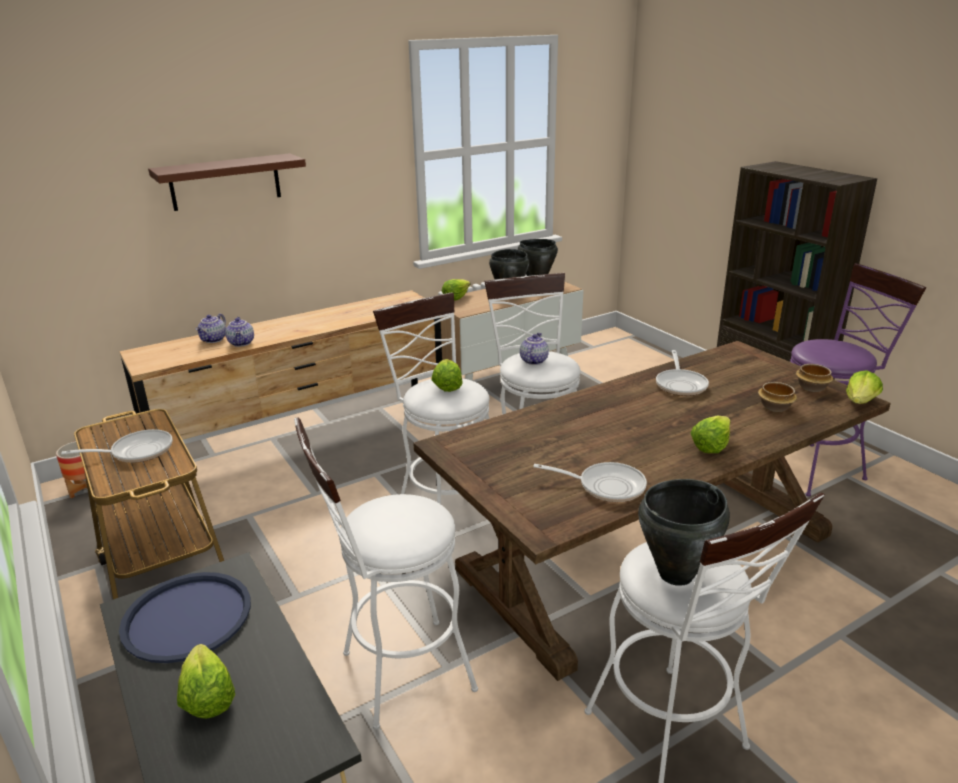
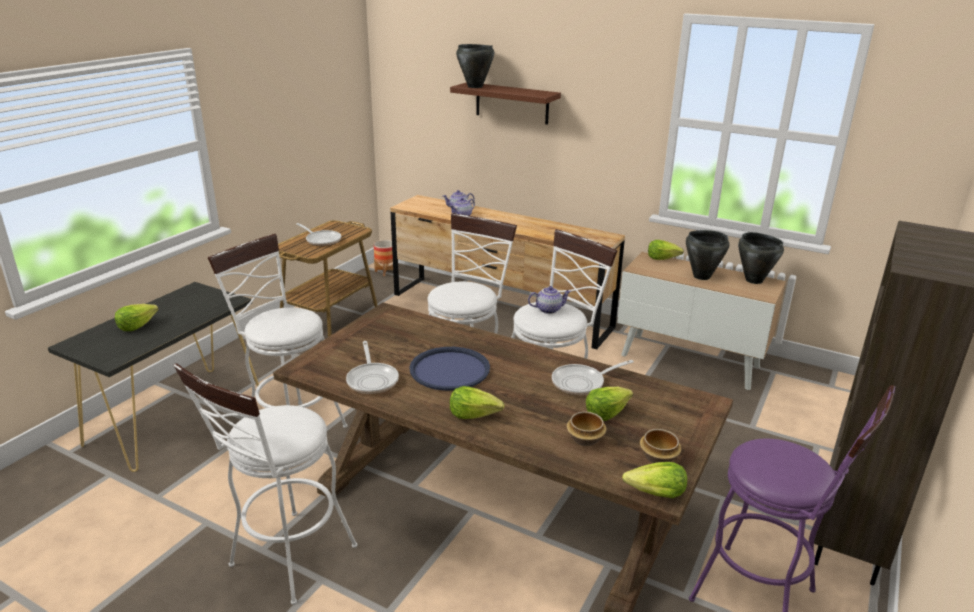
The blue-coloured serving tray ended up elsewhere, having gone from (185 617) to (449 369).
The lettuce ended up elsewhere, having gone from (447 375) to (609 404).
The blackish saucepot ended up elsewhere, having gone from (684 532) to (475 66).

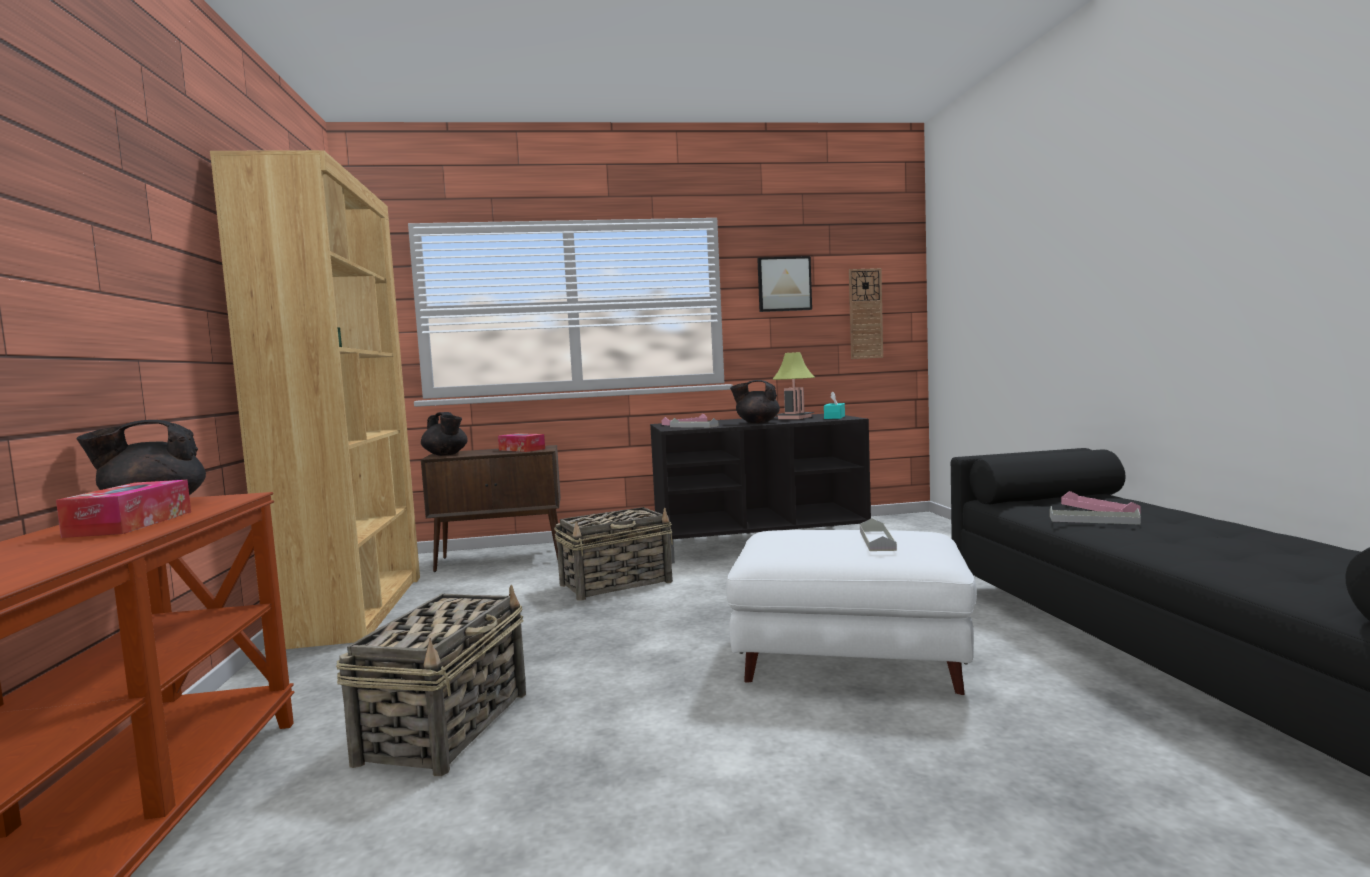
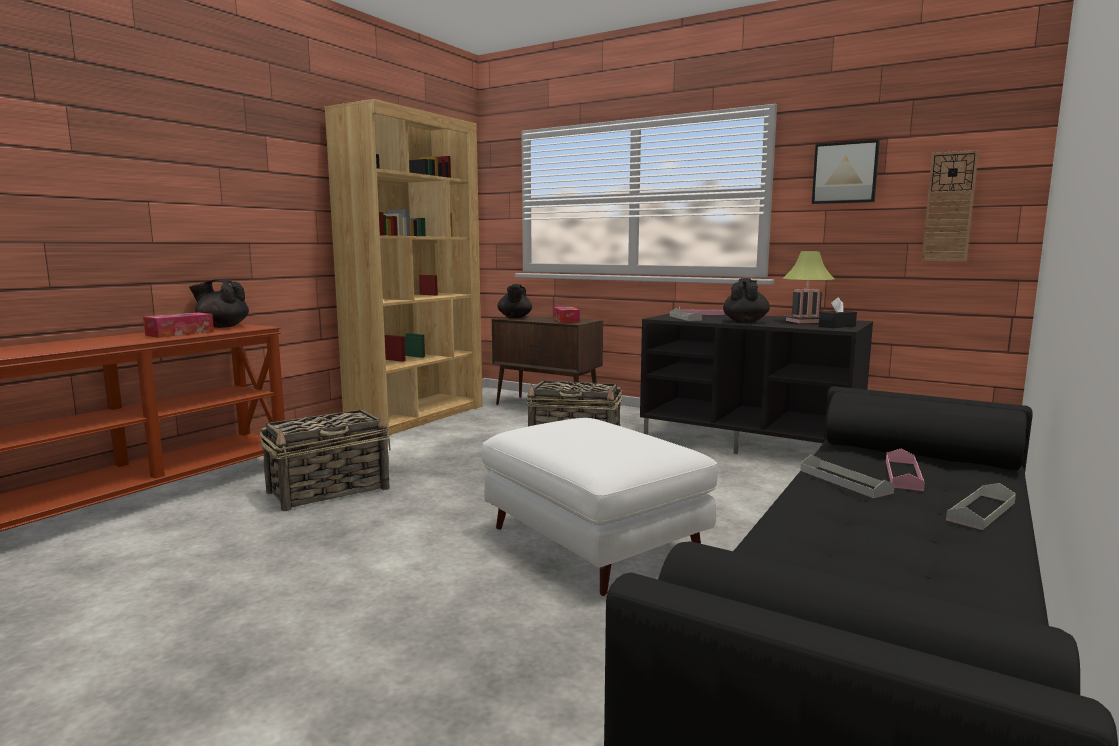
The greyish serving tray ended up elsewhere, having gone from (878 534) to (981 506).
What was the turquoise-coloured box of tissues at (834 405) turned into the blackish box of tissues at (838 312).
The blackish tea pot at (755 402) ended up facing another way, 60 degrees clockwise from before.

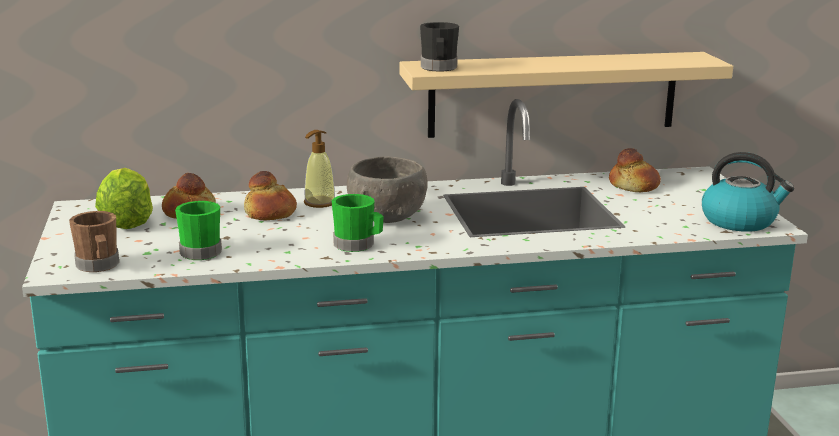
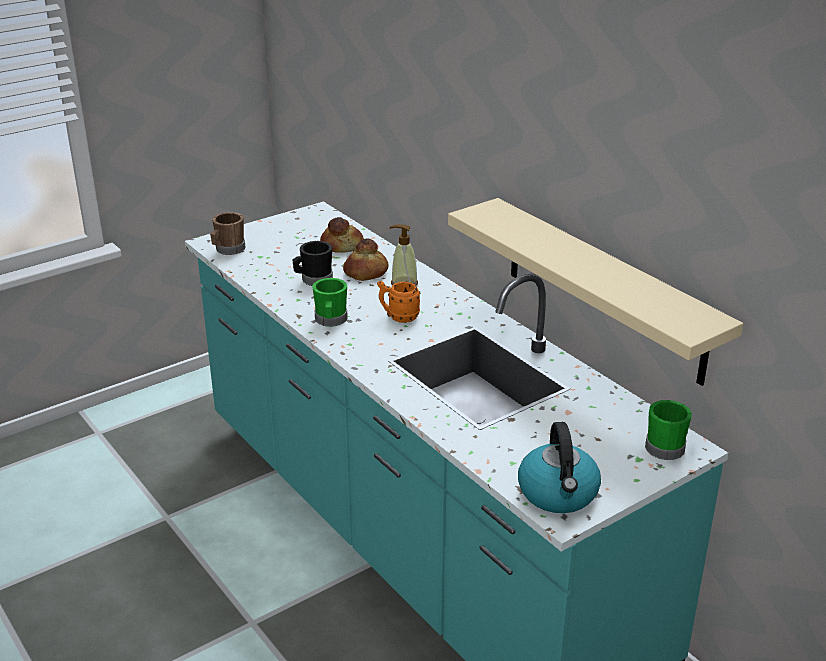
The second view lost the lettuce at (124 198).
The second view lost the bread at (635 170).
The green-coloured mug ended up elsewhere, having gone from (198 230) to (668 430).
The blackish mug ended up elsewhere, having gone from (439 47) to (312 263).
Where the greyish serving bowl stood at (387 189), the orangey mug came to stand at (399 302).

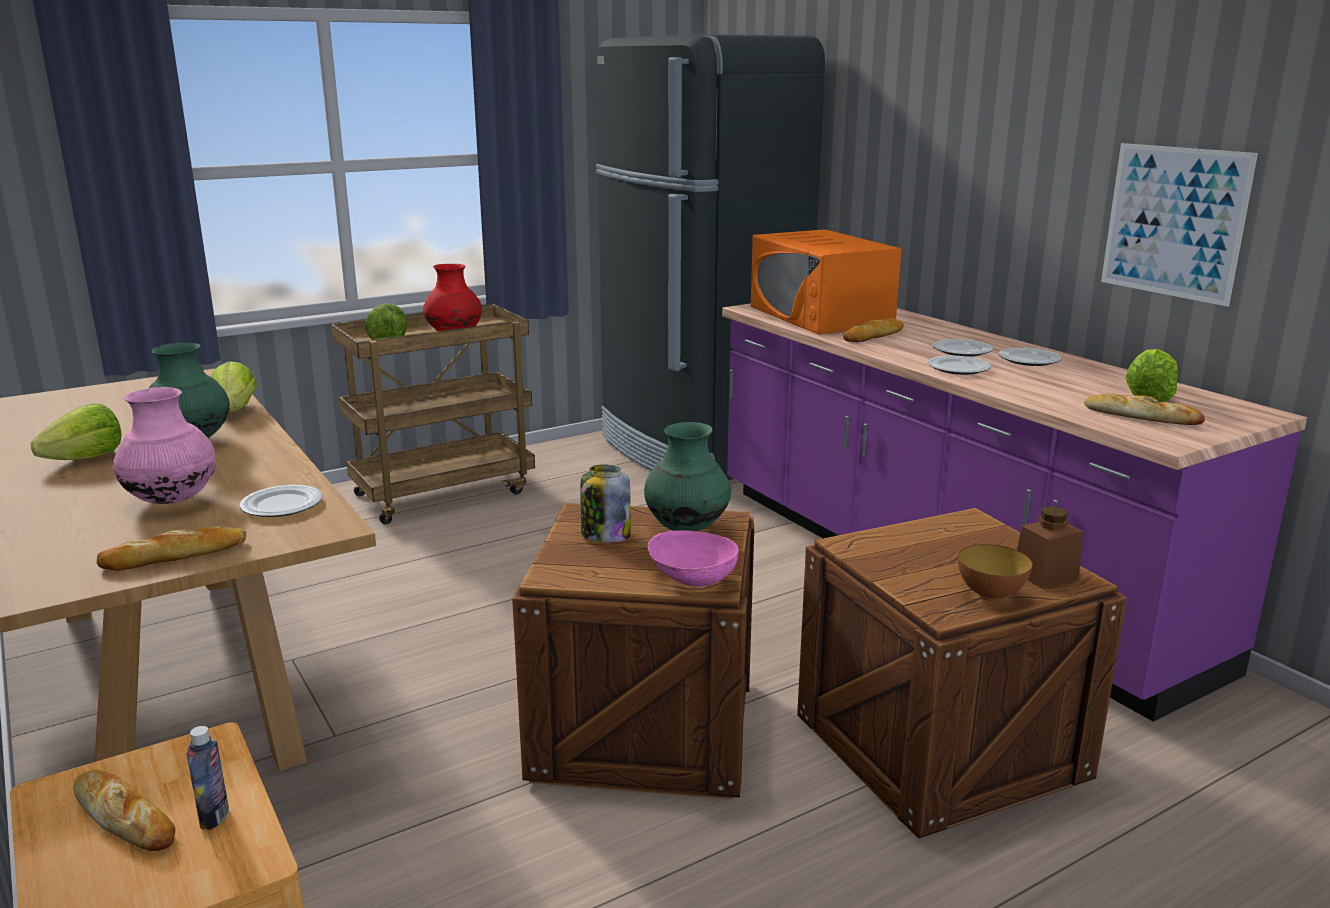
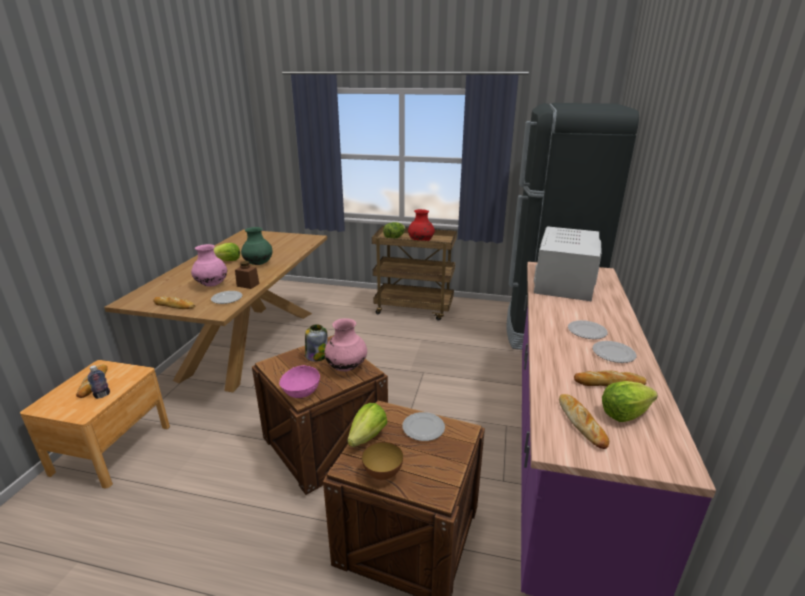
The second view lost the picture at (1179 225).
The lettuce ended up elsewhere, having gone from (234 386) to (367 425).
The bread ended up elsewhere, having gone from (873 330) to (610 378).
The flat dish ended up elsewhere, having gone from (959 365) to (424 426).
The brown storage jar ended up elsewhere, having gone from (1050 547) to (247 275).
What was the green-coloured vase at (687 476) turned into the pink-coloured vase at (346 345).
What was the orangey kitchen microwave at (826 282) turned into the whitish kitchen microwave at (568 263).

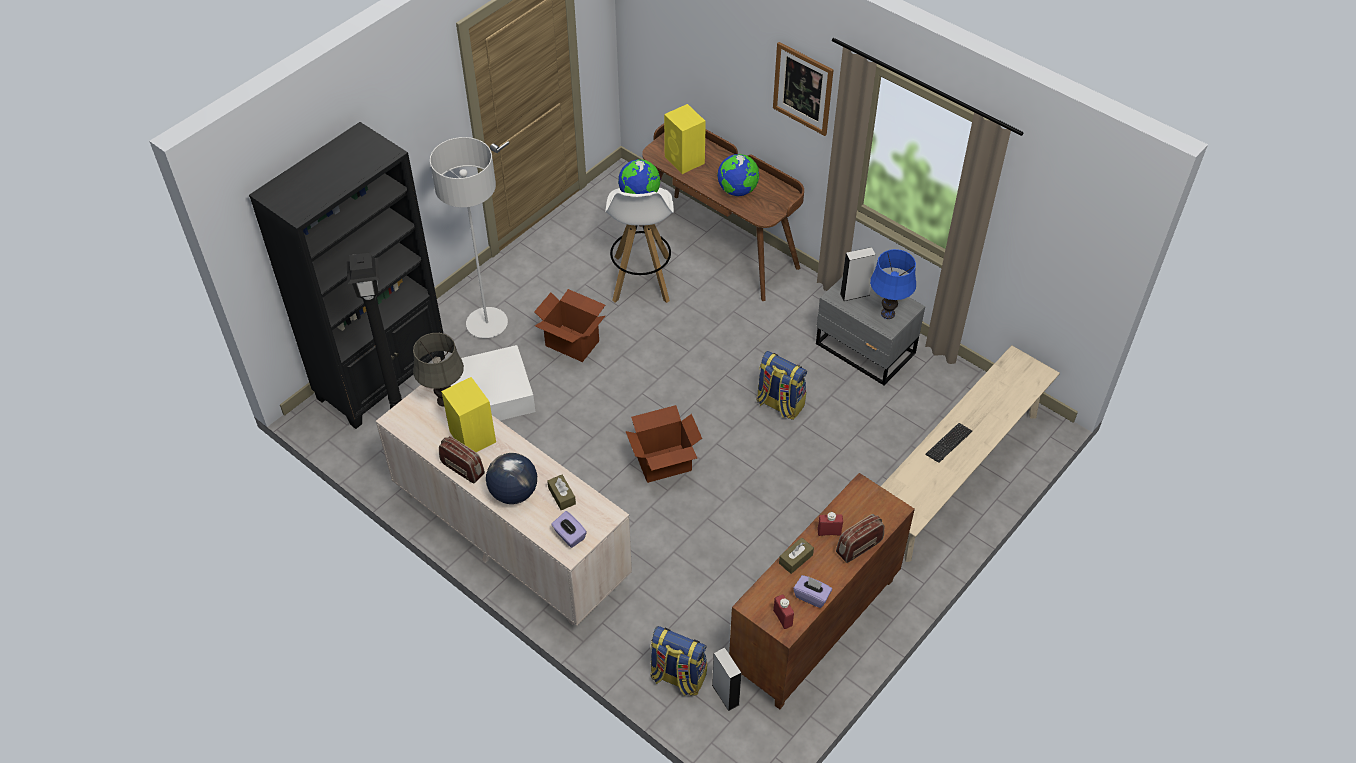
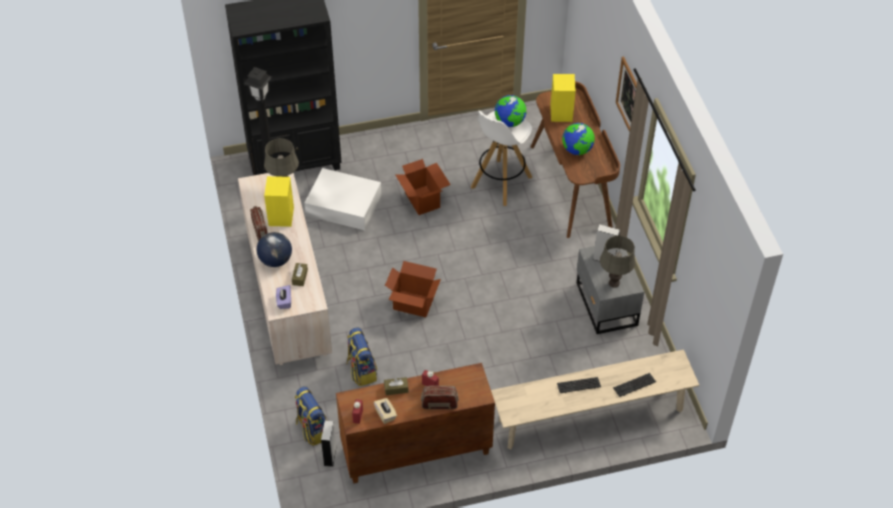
The second view lost the greyish standard lamp at (469 237).
The second view gained the computer keyboard at (634 385).
The knapsack ended up elsewhere, having gone from (781 385) to (361 356).
What was the purplish box of tissues at (812 591) turned into the sand-coloured box of tissues at (385 411).
What was the blue-coloured lamp for a table at (893 284) turned into the greyish lamp for a table at (618 261).

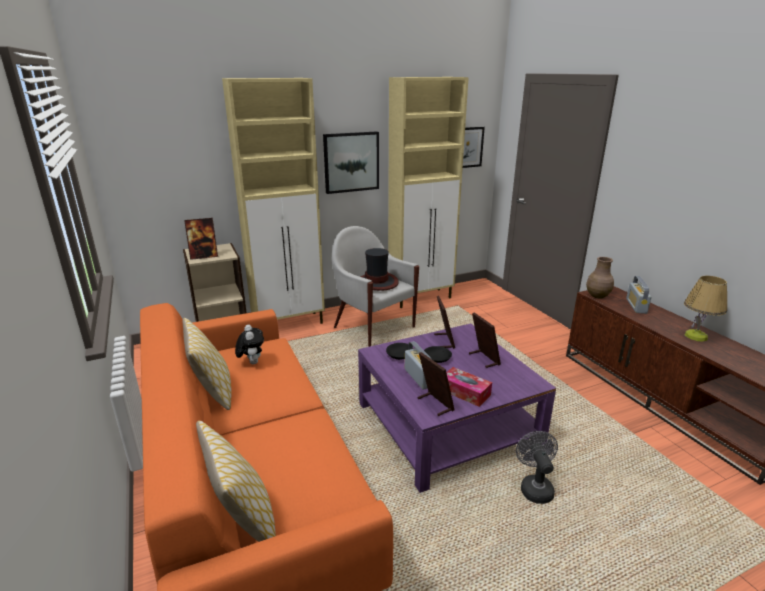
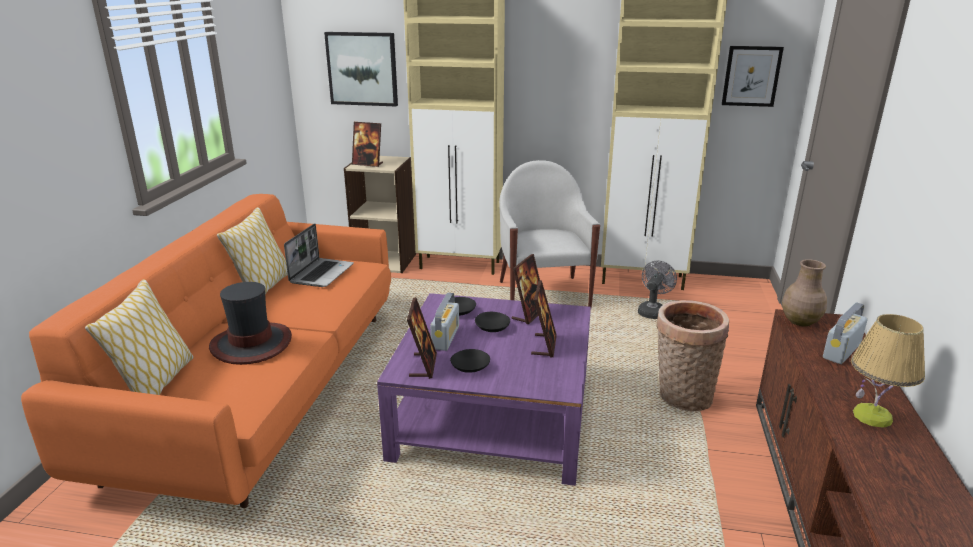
The second view gained the basket at (692 355).
The picture ended up elsewhere, having gone from (351 162) to (361 69).
The hat ended up elsewhere, having gone from (379 269) to (250 323).
The greyish fan ended up elsewhere, having gone from (537 467) to (657 290).
Where the plush toy stood at (249 344), the portable computer came to stand at (319 255).
Where the box of tissues stood at (469 387), the blackish serving bowl came to stand at (470 360).

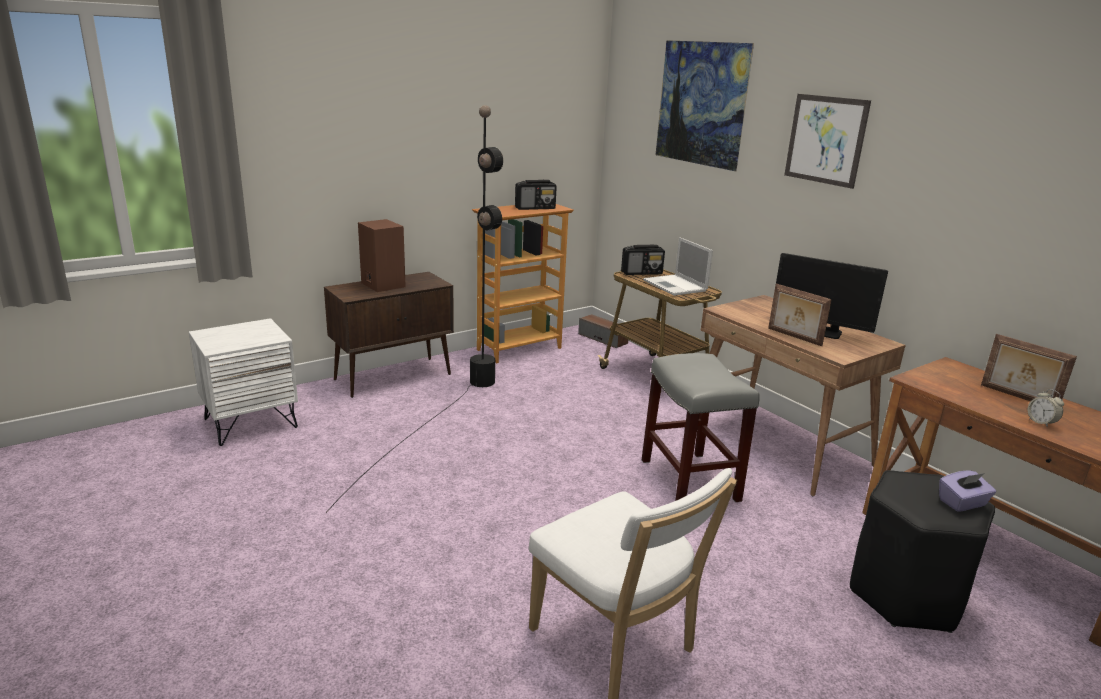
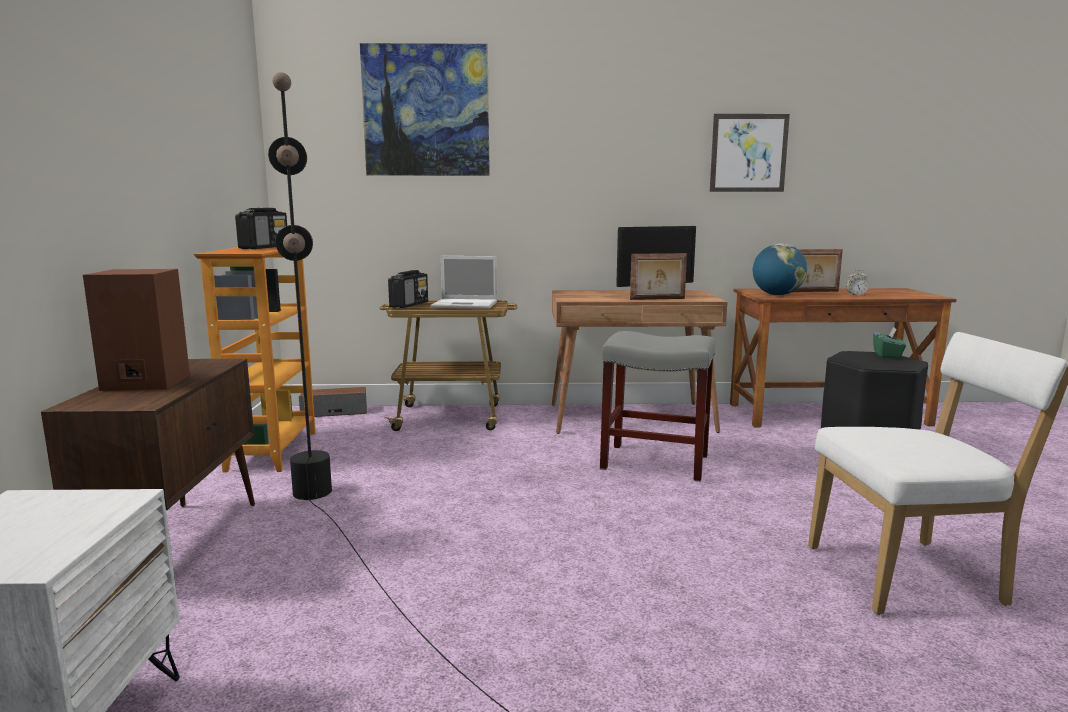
The second view gained the globe at (780 269).
The picture ended up elsewhere, having gone from (827 141) to (750 153).
What was the purplish box of tissues at (967 491) turned into the green-coloured box of tissues at (889 342).

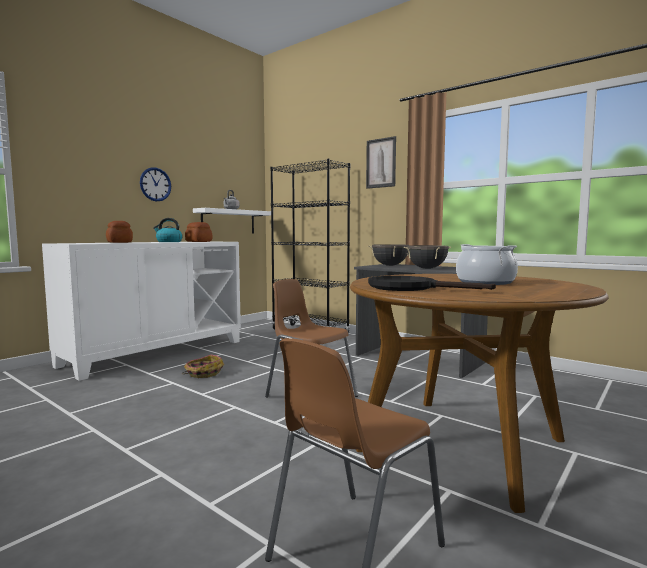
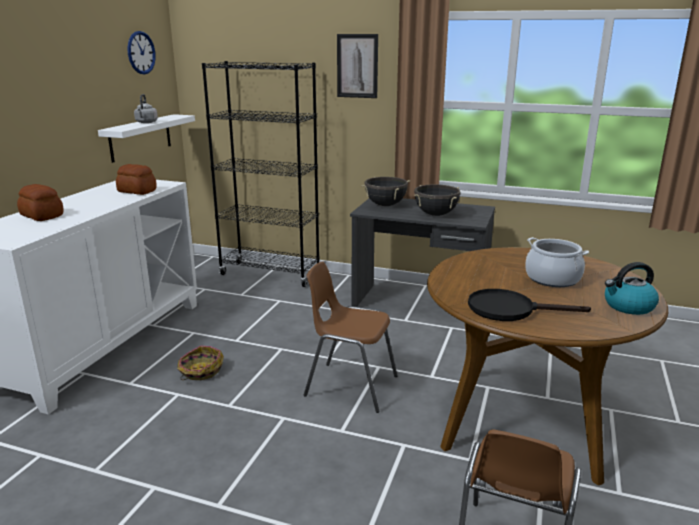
The clock on the wall ended up elsewhere, having gone from (155 184) to (142 52).
The water kettle ended up elsewhere, having gone from (168 230) to (632 288).

